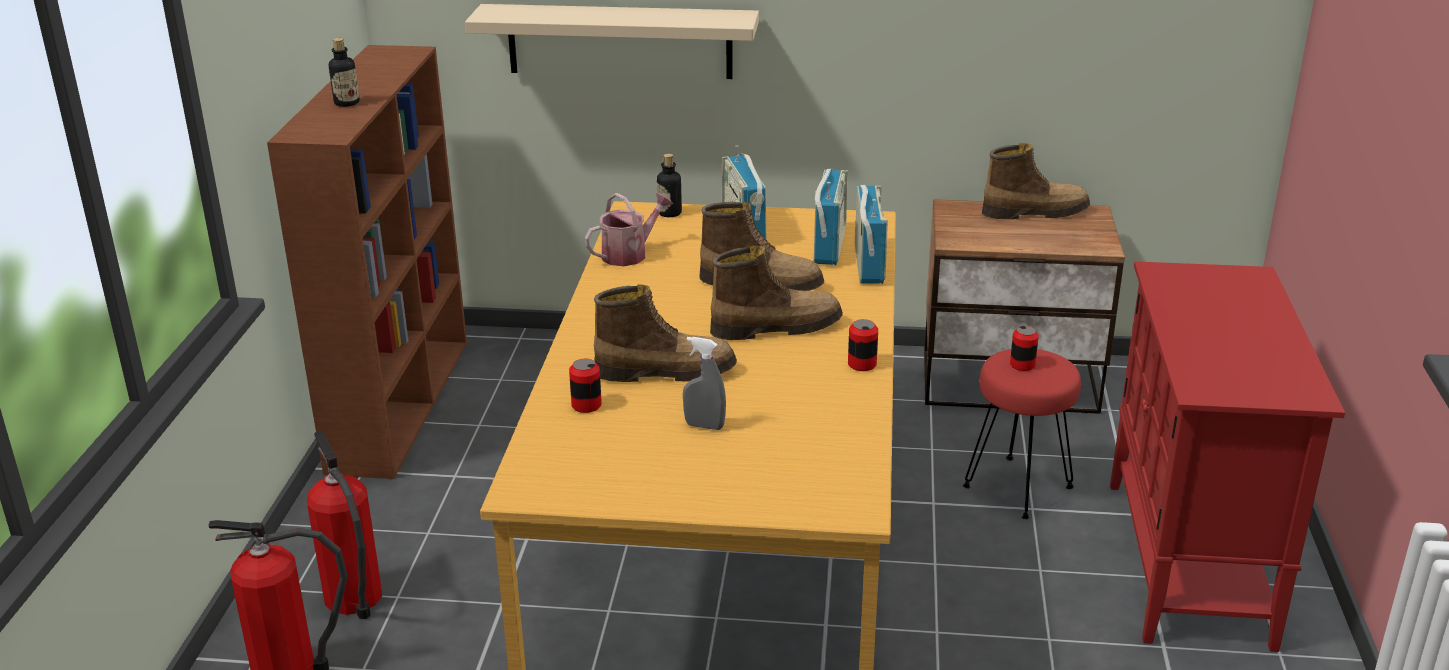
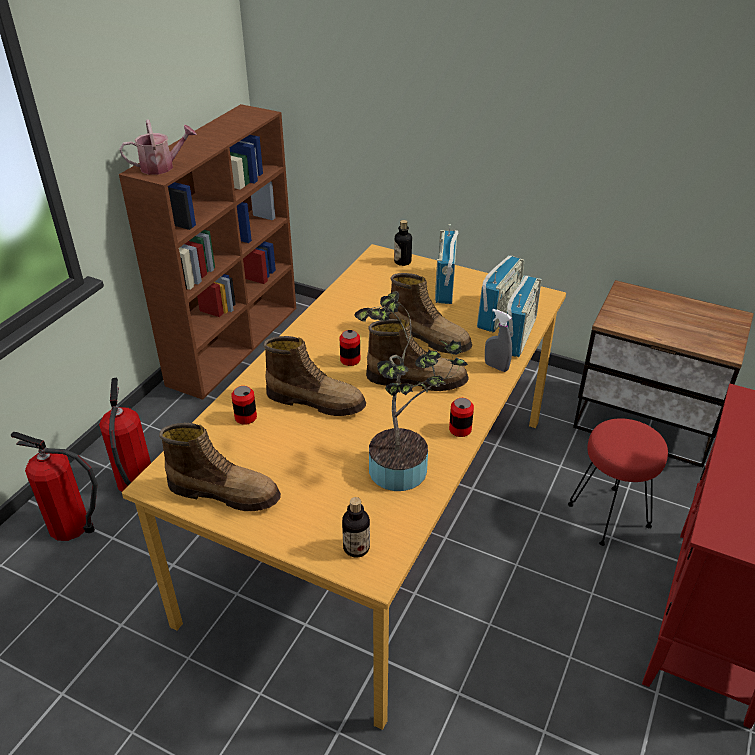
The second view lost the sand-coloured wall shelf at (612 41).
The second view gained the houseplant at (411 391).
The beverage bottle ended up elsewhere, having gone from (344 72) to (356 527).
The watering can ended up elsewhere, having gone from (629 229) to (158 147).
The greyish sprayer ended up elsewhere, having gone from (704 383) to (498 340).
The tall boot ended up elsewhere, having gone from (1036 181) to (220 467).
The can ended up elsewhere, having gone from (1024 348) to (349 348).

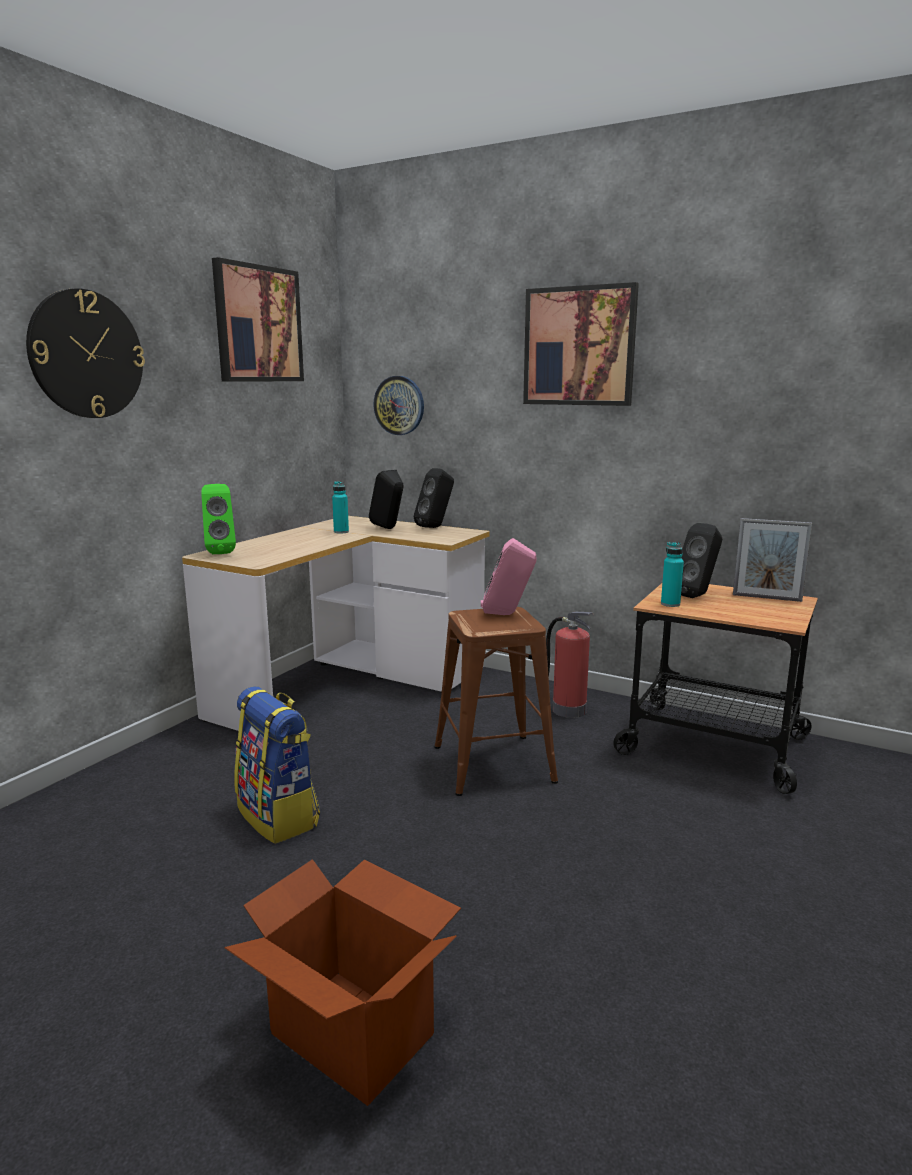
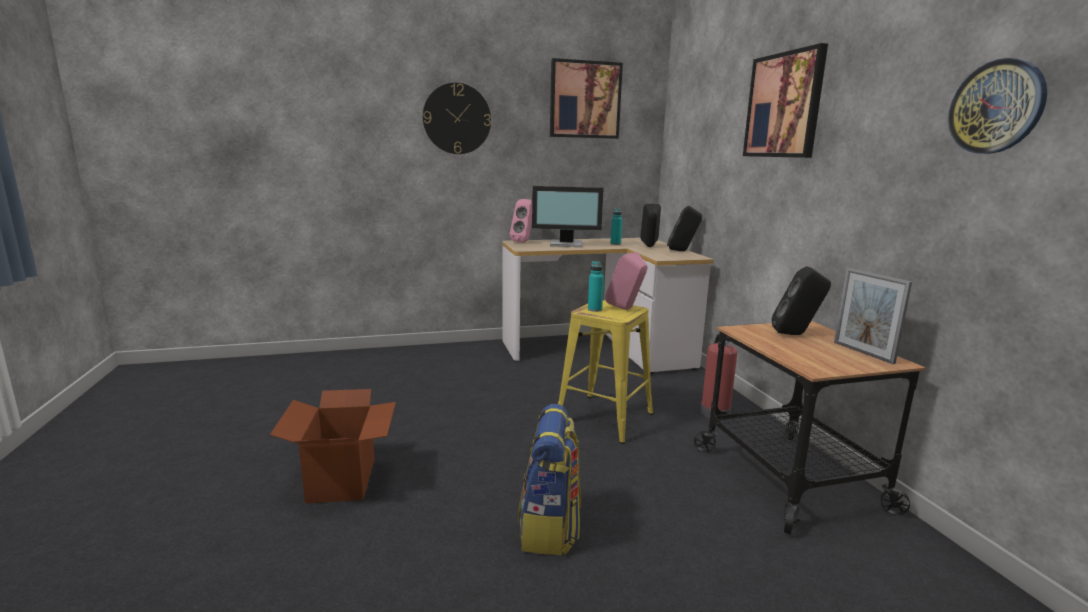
The second view gained the computer screen at (568 216).
The knapsack ended up elsewhere, having gone from (277 765) to (549 479).
The clock on the wall ended up elsewhere, having gone from (398 405) to (997 106).
The turquoise-coloured beverage bottle ended up elsewhere, having gone from (672 574) to (596 286).
What was the green-coloured loudspeaker at (218 519) turned into the pink-coloured loudspeaker at (521 221).
What was the brown stool at (496 701) turned into the yellowish stool at (605 372).

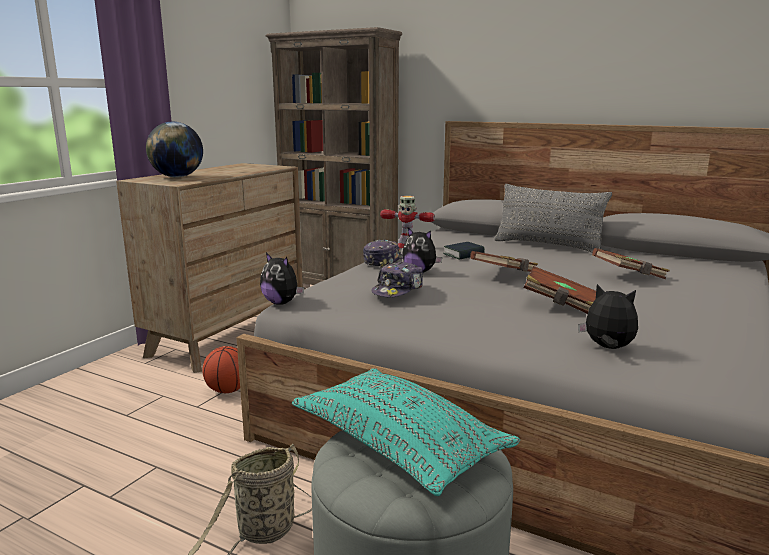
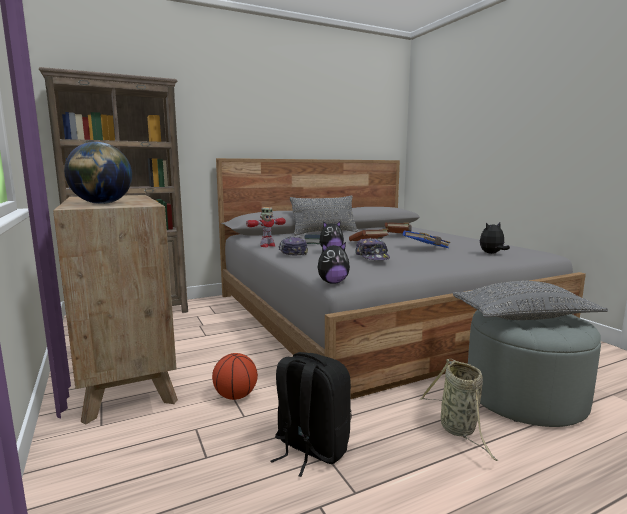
The second view gained the blackish knapsack at (311 414).
What was the turquoise-coloured cushion at (406 432) turned into the greyish cushion at (530 300).
What was the brown book at (560 290) turned into the blue-coloured book at (426 239).

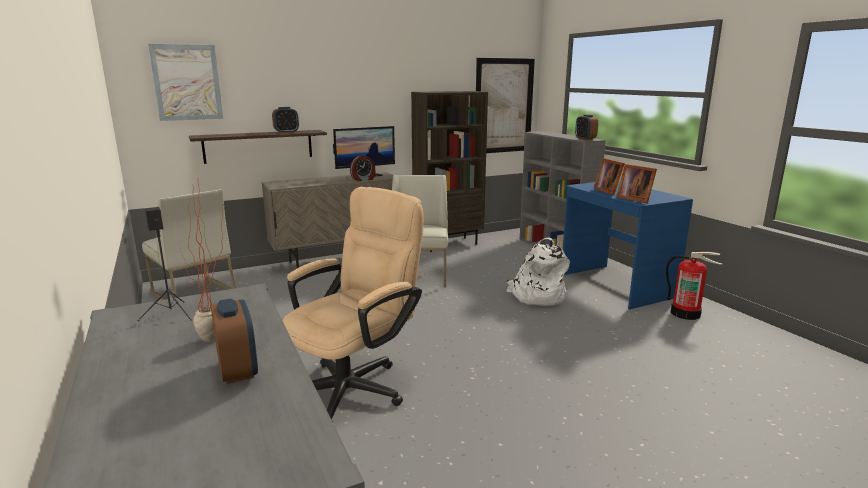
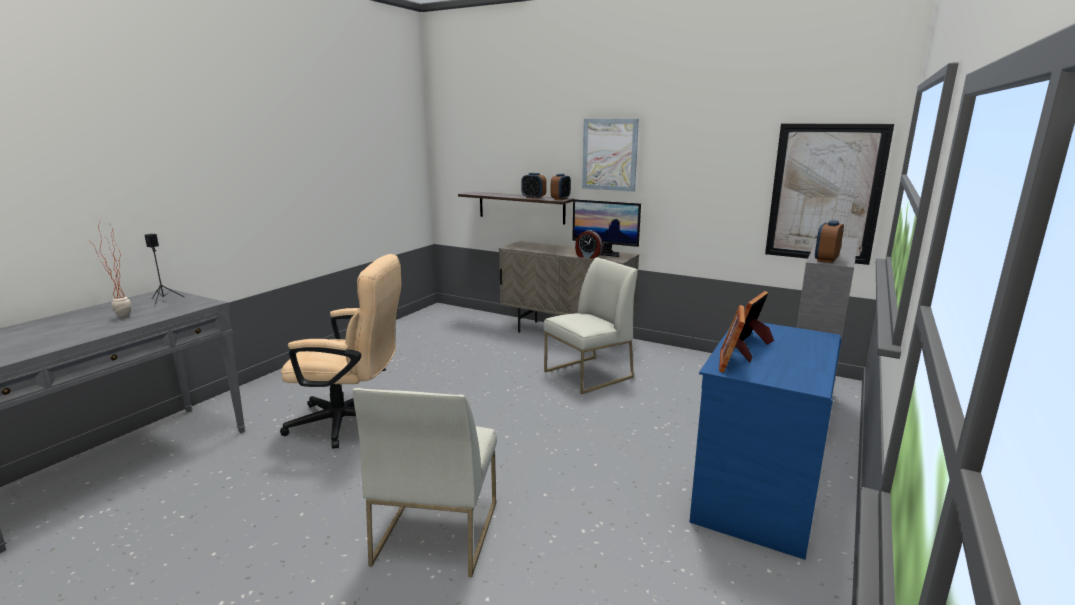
The second view lost the brown bookcase at (449 171).
The second view lost the whitish knapsack at (538 271).
The second view lost the fire-fighting cylinder at (694 286).
The whitish upright chair ended up elsewhere, having gone from (189 244) to (425 482).
The picture ended up elsewhere, having gone from (185 82) to (610 155).
The table clock ended up elsewhere, having gone from (234 341) to (561 187).

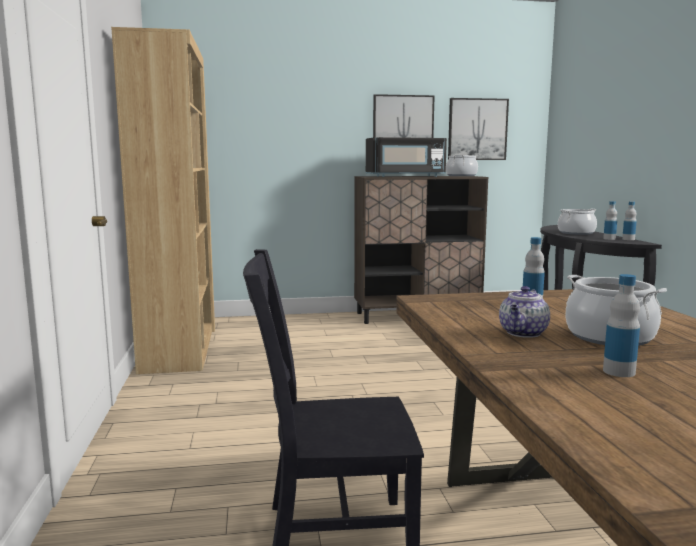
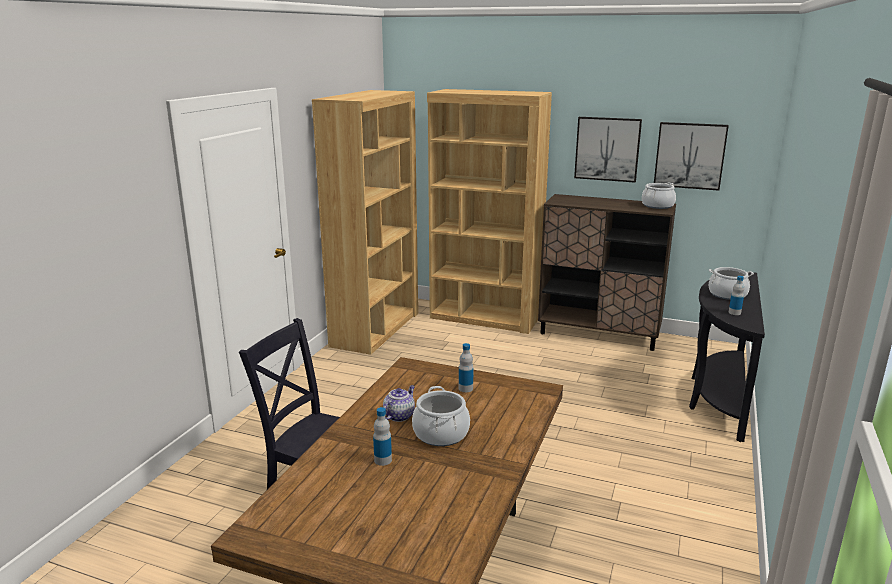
The second view lost the blackish kitchen microwave at (406 157).
The second view lost the beverage bottle at (629 220).
The second view gained the brown bookcase at (489 211).
The tea pot at (524 312) ended up facing another way, 150 degrees clockwise from before.

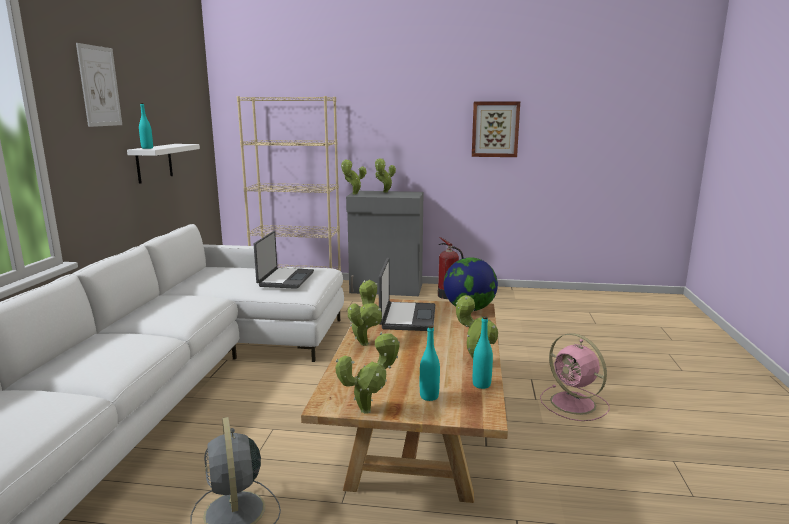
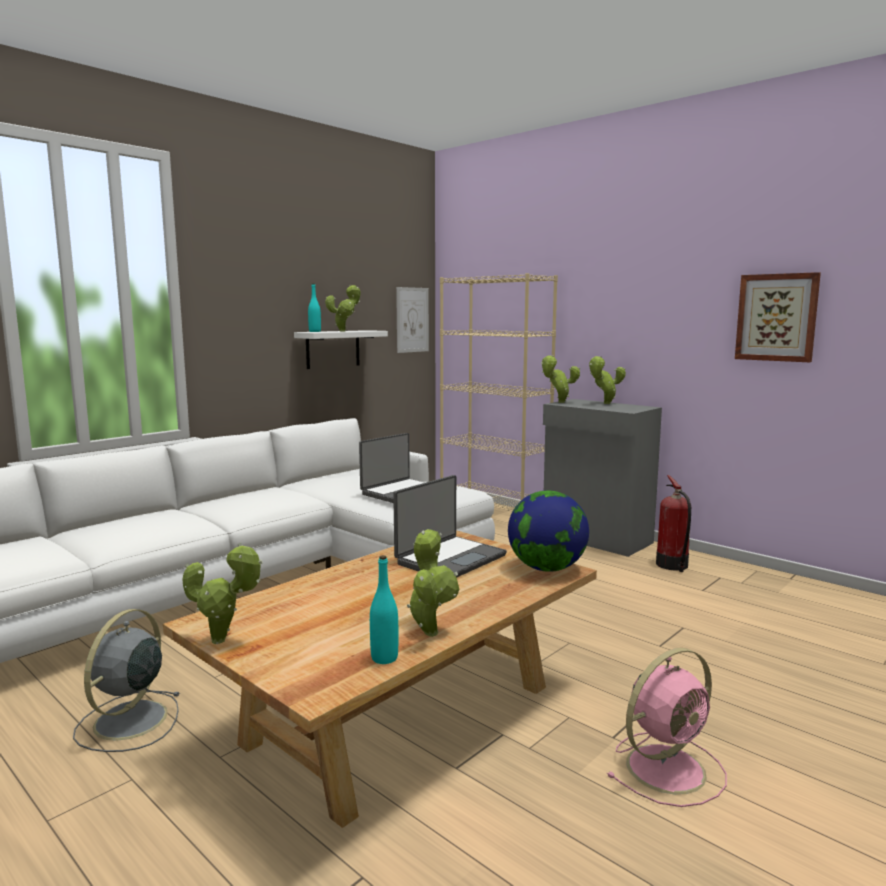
The second view lost the turquoise-coloured beverage bottle at (430 363).
The picture ended up elsewhere, having gone from (99 85) to (412 320).
The houseplant ended up elsewhere, having gone from (365 313) to (343 308).
The pink-coloured fan at (575 377) ended up facing another way, 120 degrees counterclockwise from before.

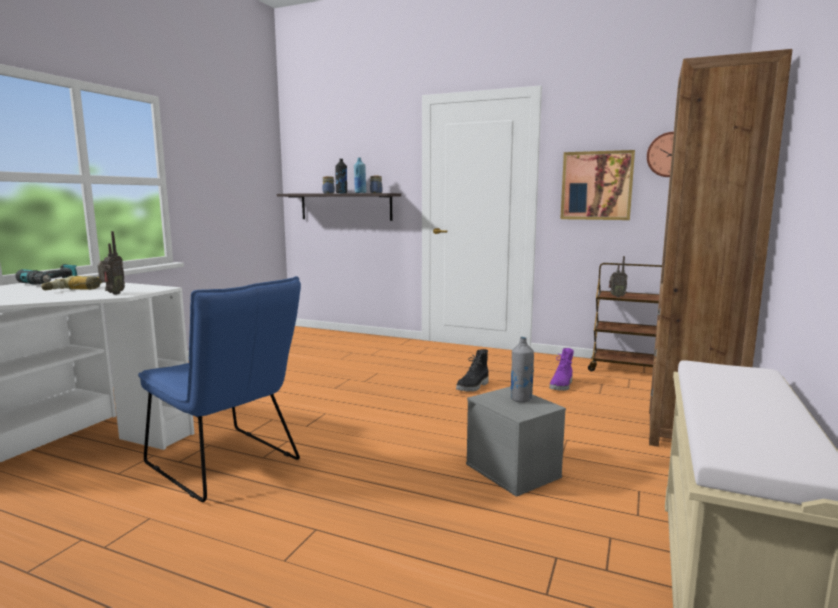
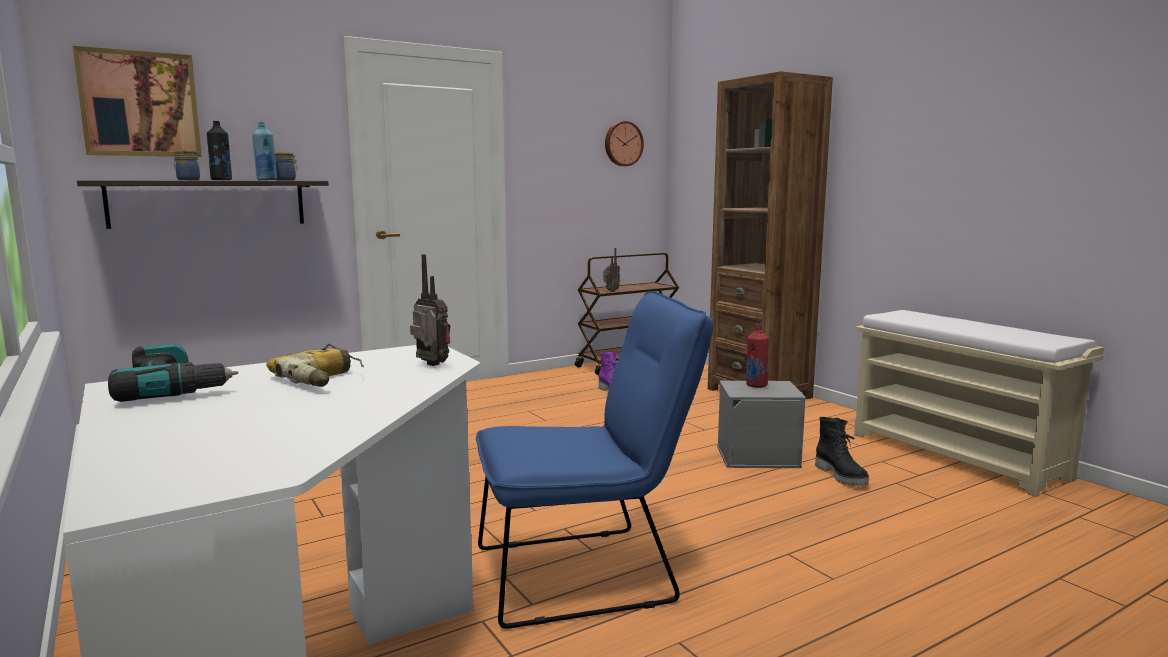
The blackish tall boot ended up elsewhere, having gone from (472 370) to (842 451).
The picture ended up elsewhere, having gone from (597 185) to (137 101).
What was the greyish beverage bottle at (522 369) turned into the red-coloured beverage bottle at (757 356).

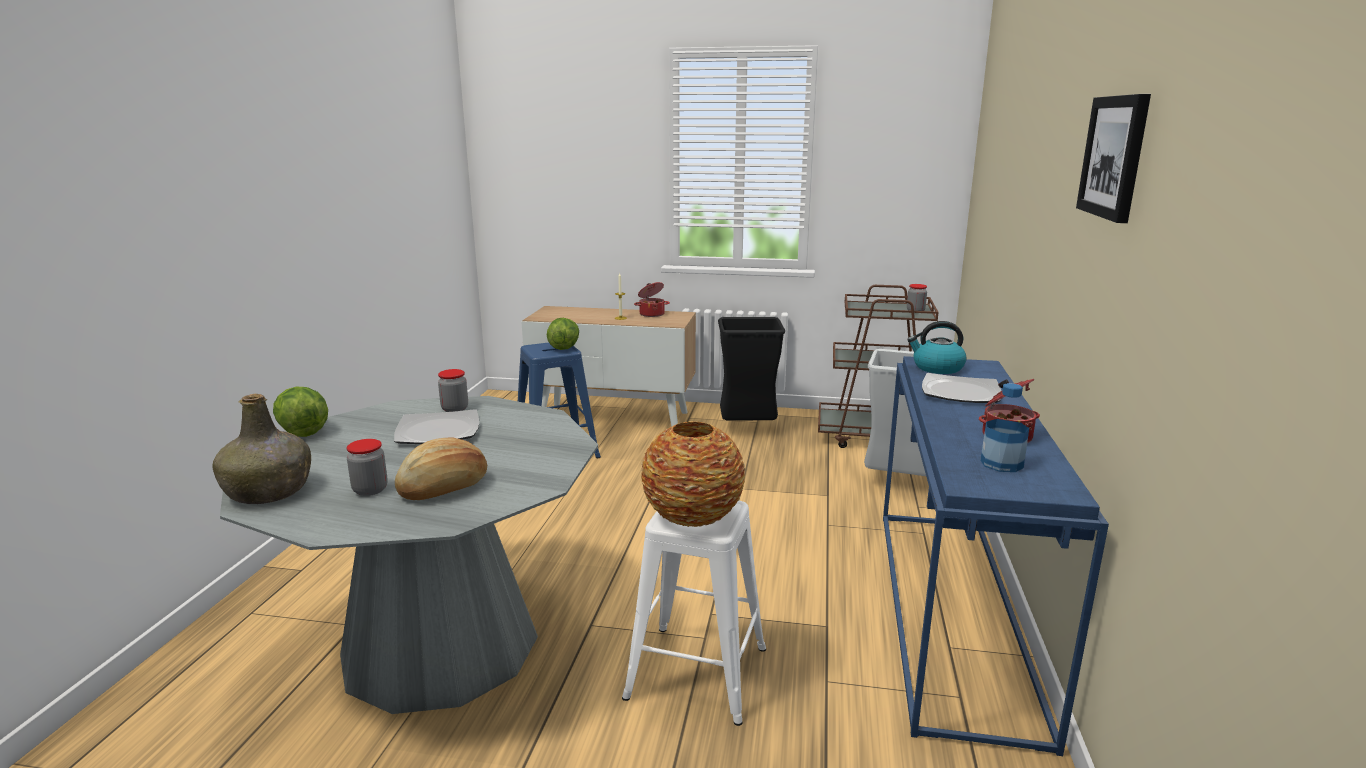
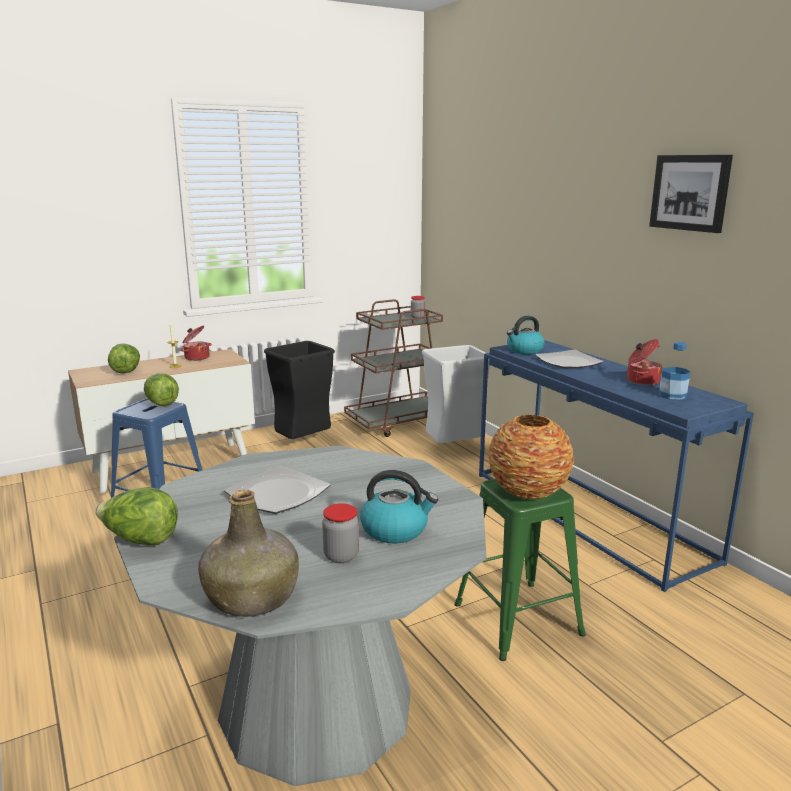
The second view lost the storage jar at (453 390).
The second view gained the lettuce at (124 358).
Where the bread stood at (441 468), the water kettle came to stand at (399 506).
What was the whitish stool at (694 613) turned into the green-coloured stool at (520 570).

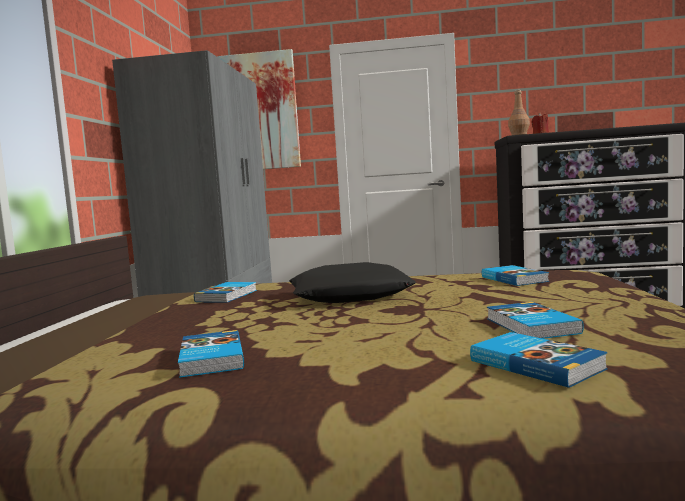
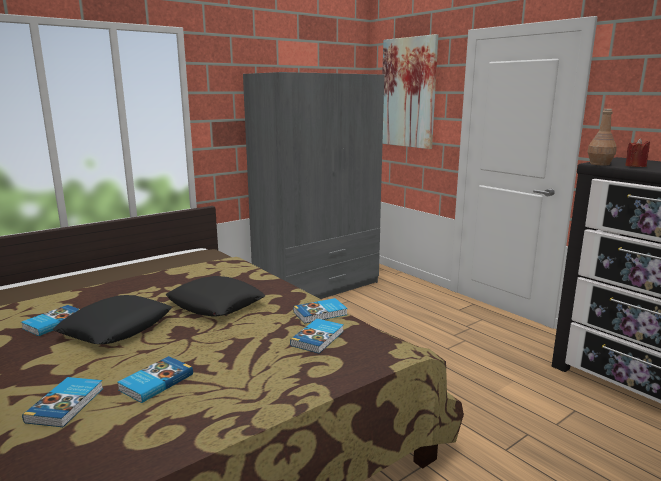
The second view gained the blackish cushion at (112 319).
The book ended up elsewhere, having gone from (225 292) to (320 311).

